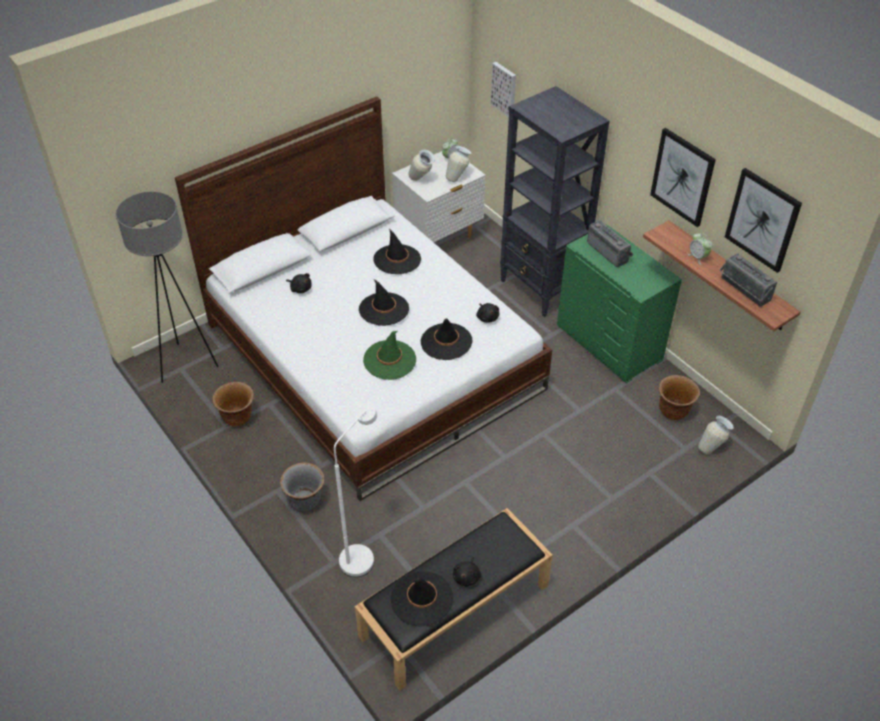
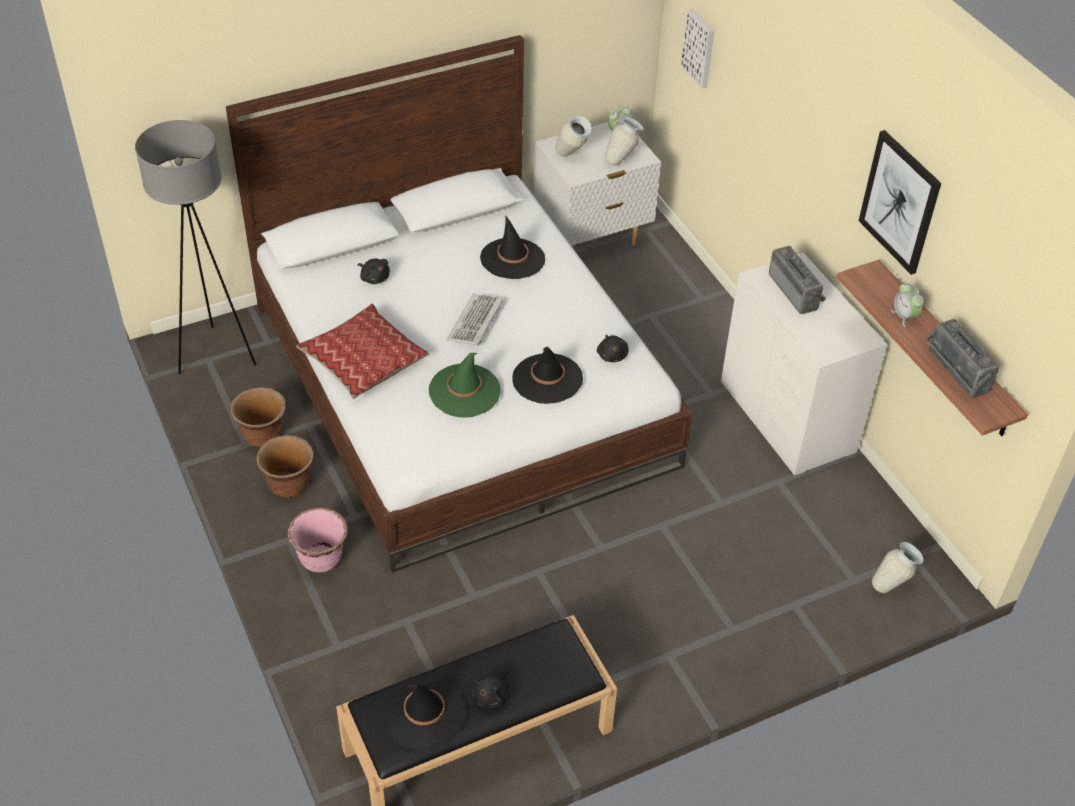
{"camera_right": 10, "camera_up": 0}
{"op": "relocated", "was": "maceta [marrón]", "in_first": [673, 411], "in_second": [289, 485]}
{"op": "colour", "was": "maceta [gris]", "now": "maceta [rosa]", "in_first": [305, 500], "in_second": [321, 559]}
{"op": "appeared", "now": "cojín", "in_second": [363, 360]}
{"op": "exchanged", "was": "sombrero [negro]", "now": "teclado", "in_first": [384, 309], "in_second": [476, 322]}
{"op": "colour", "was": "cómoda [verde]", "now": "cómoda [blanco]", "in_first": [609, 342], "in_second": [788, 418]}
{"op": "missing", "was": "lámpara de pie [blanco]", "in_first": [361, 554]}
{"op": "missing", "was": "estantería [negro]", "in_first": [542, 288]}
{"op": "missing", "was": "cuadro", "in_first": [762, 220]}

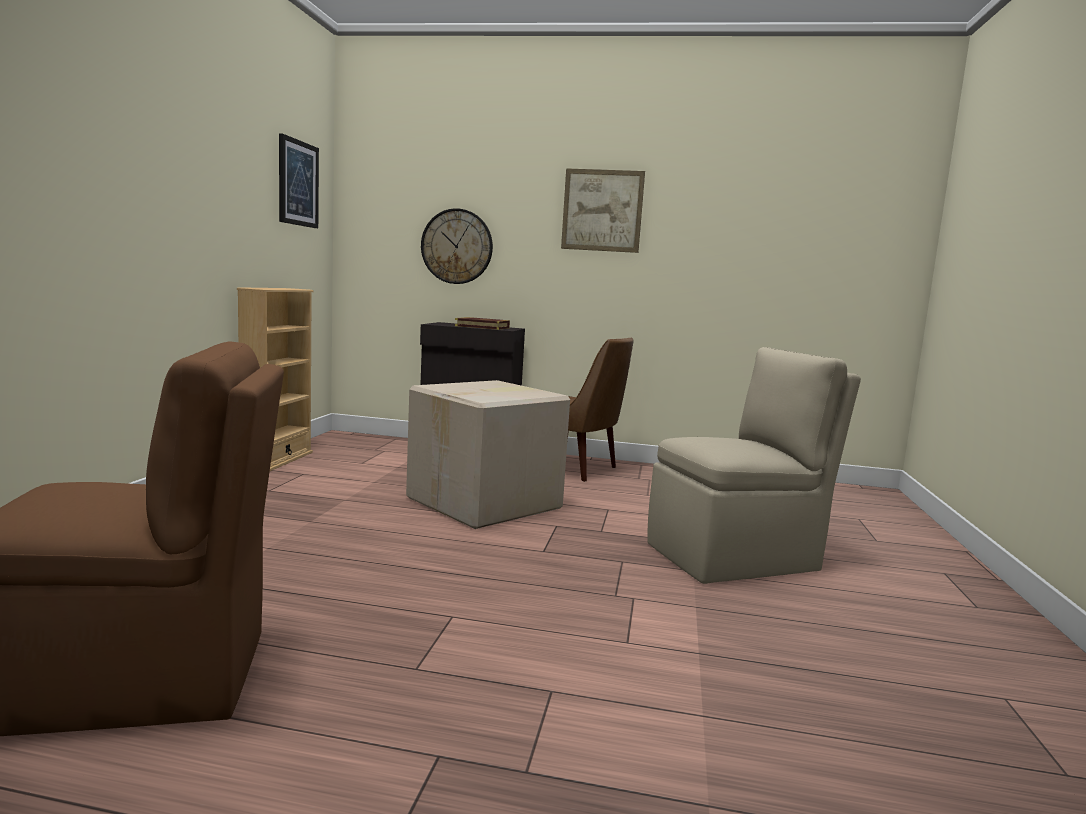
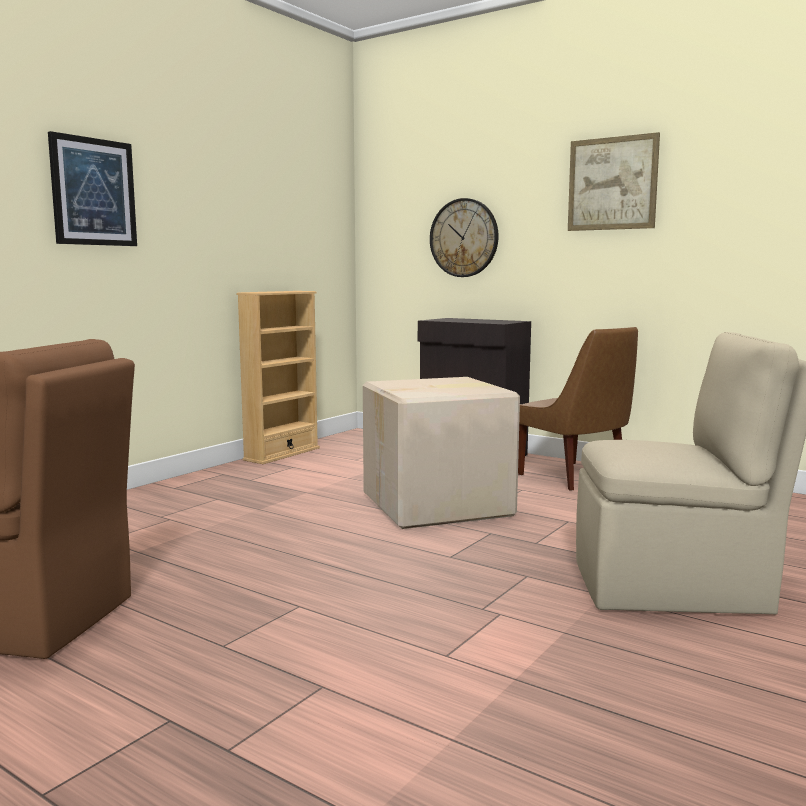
{"camera_right": 25, "camera_up": 0}
{"op": "relocated", "was": "cuadro", "in_first": [297, 183], "in_second": [93, 192]}
{"op": "missing", "was": "libro", "in_first": [482, 327]}

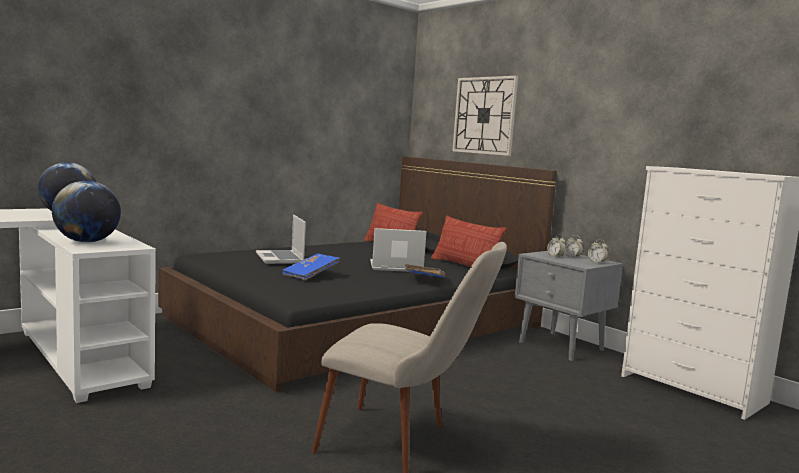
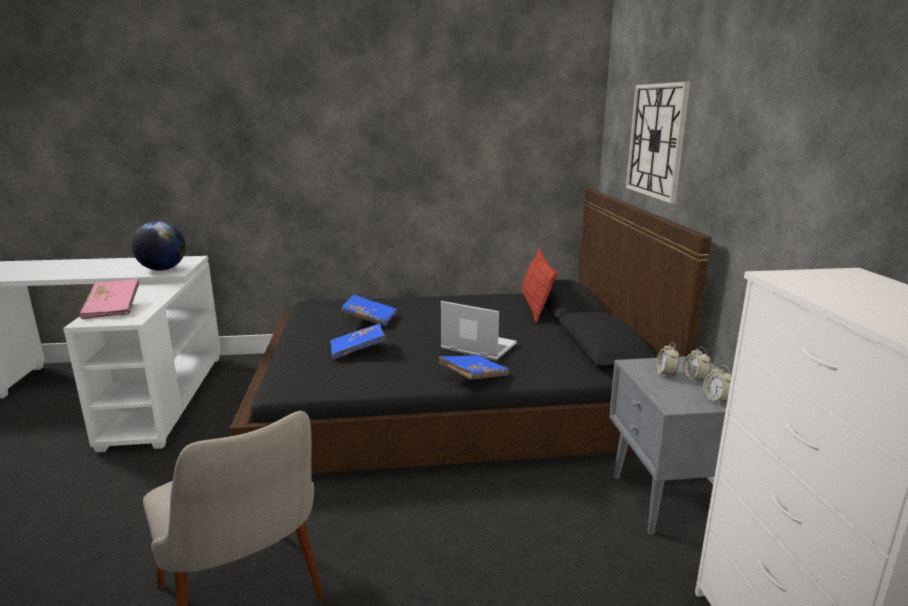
{"camera_right": 35, "camera_up": 10}
{"op": "exchanged", "was": "globo terráqueo", "now": "libro [rosa]", "in_first": [87, 242], "in_second": [113, 309]}
{"op": "exchanged", "was": "portátil", "now": "libro [azul]", "in_first": [280, 258], "in_second": [369, 318]}
{"op": "missing", "was": "cojín", "in_first": [464, 266]}

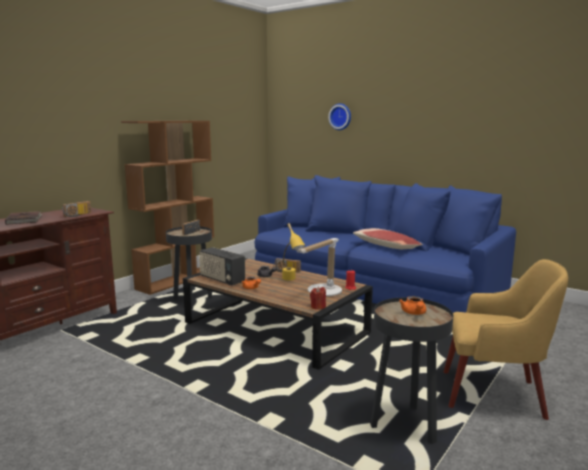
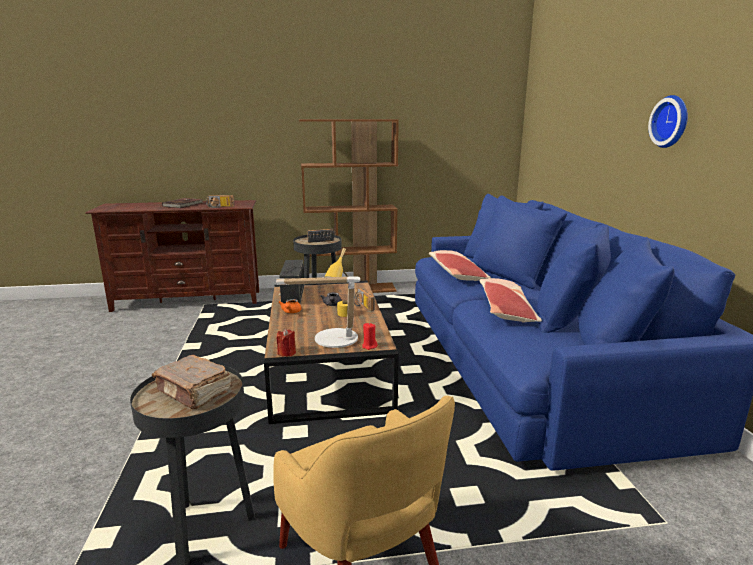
{"camera_right": 45, "camera_up": 5}
{"op": "exchanged", "was": "tetera [naranja]", "now": "libro [marrón]", "in_first": [414, 313], "in_second": [194, 392]}
{"op": "appeared", "now": "cojín", "in_second": [456, 274]}
{"op": "relocated", "was": "reloj de pared", "in_first": [340, 116], "in_second": [672, 121]}

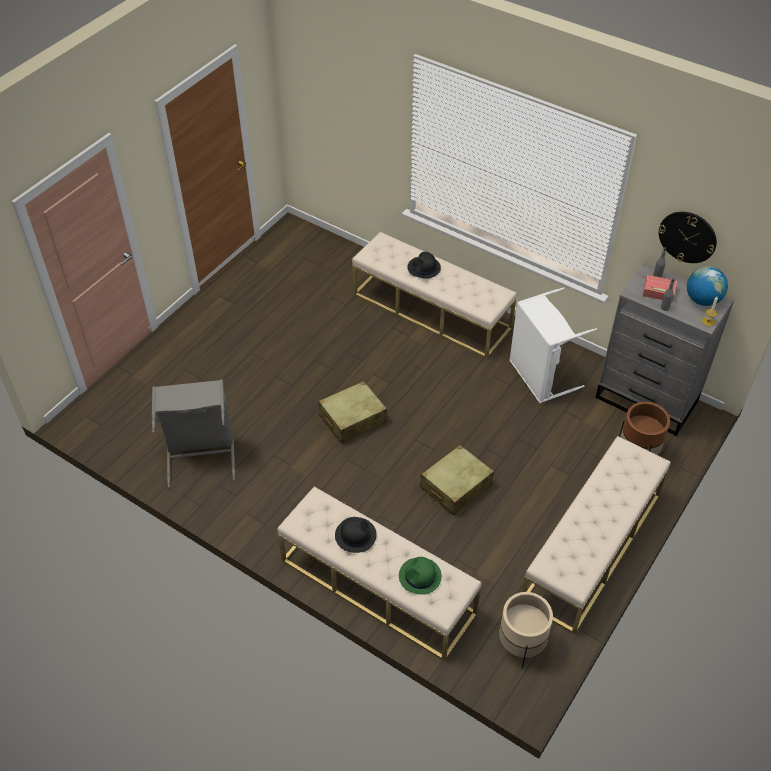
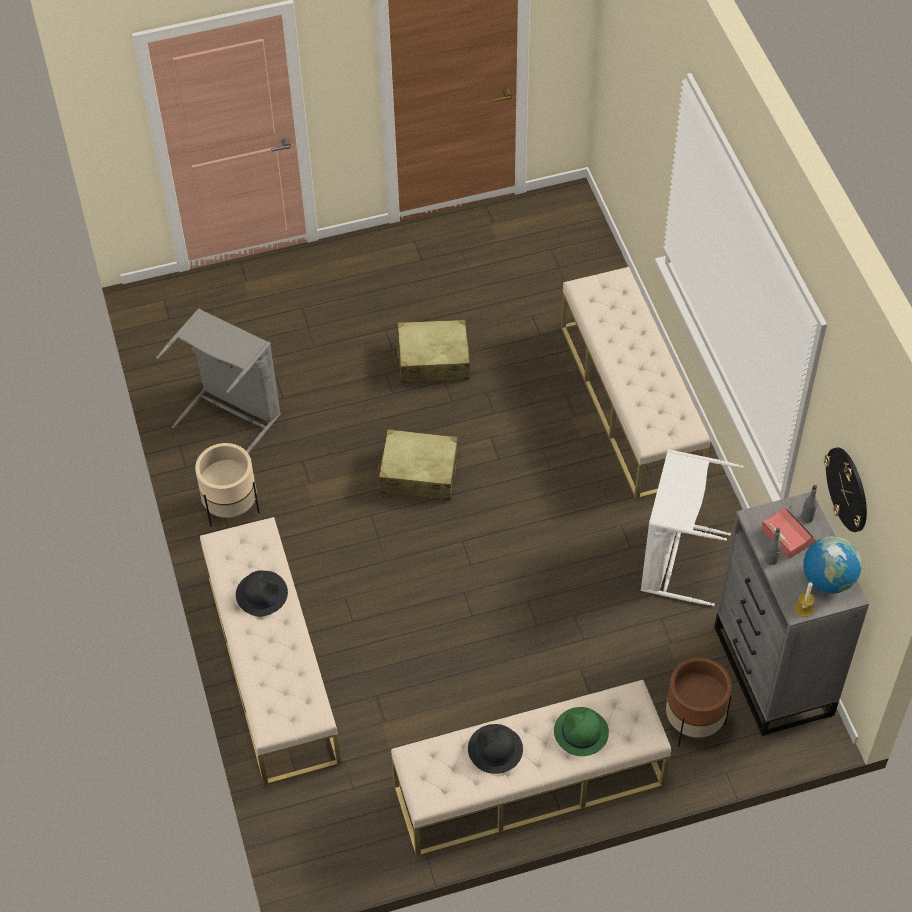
{"camera_right": 40, "camera_up": 5}
{"op": "relocated", "was": "maceta [beis]", "in_first": [521, 644], "in_second": [231, 508]}
{"op": "relocated", "was": "maleta [beis]", "in_first": [455, 486], "in_second": [432, 360]}
{"op": "relocated", "was": "sombrero [negro]", "in_first": [424, 268], "in_second": [495, 750]}
{"op": "relocated", "was": "sombrero [verde]", "in_first": [420, 576], "in_second": [581, 732]}

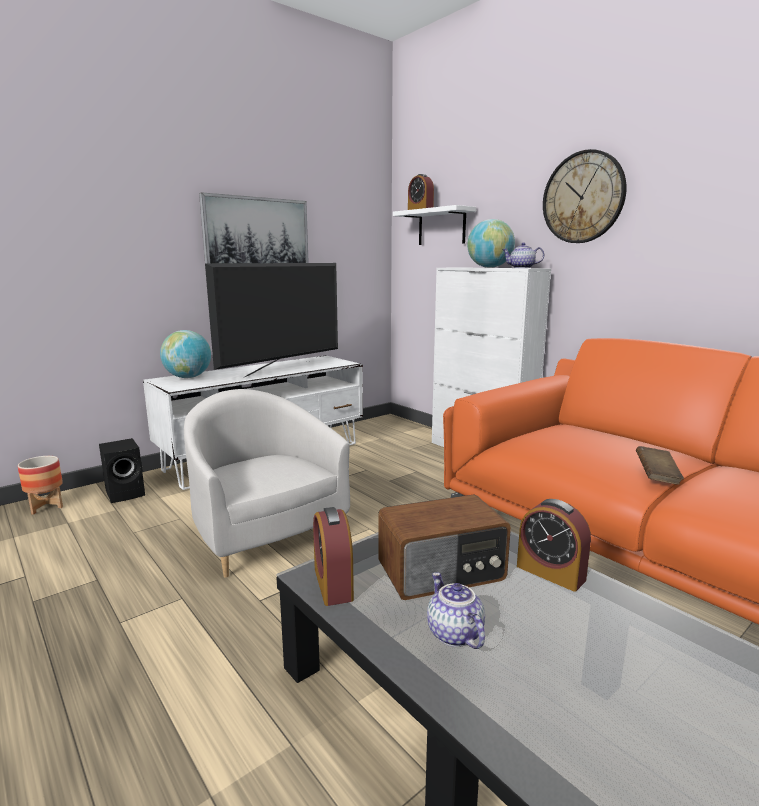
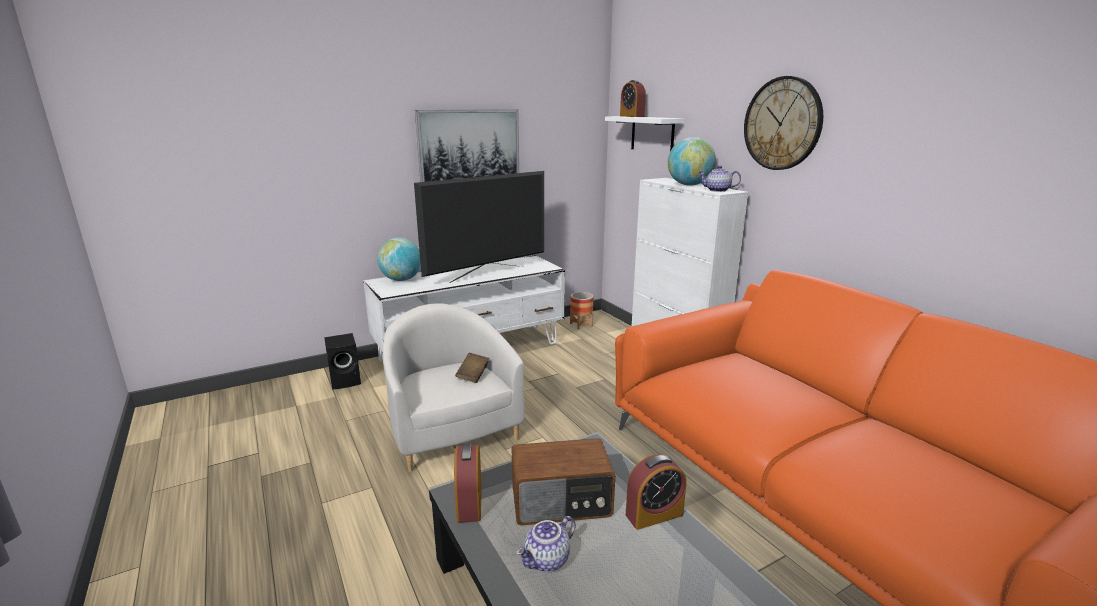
{"camera_right": 10, "camera_up": 5}
{"op": "relocated", "was": "libro [marrón]", "in_first": [657, 476], "in_second": [473, 375]}
{"op": "spun", "was": "tetera", "in_first": [453, 634], "in_second": [547, 561], "clockwise": -120}
{"op": "relocated", "was": "maceta", "in_first": [46, 506], "in_second": [581, 325]}
{"op": "spun", "was": "despertador", "in_first": [550, 573], "in_second": [654, 515], "clockwise": -75}

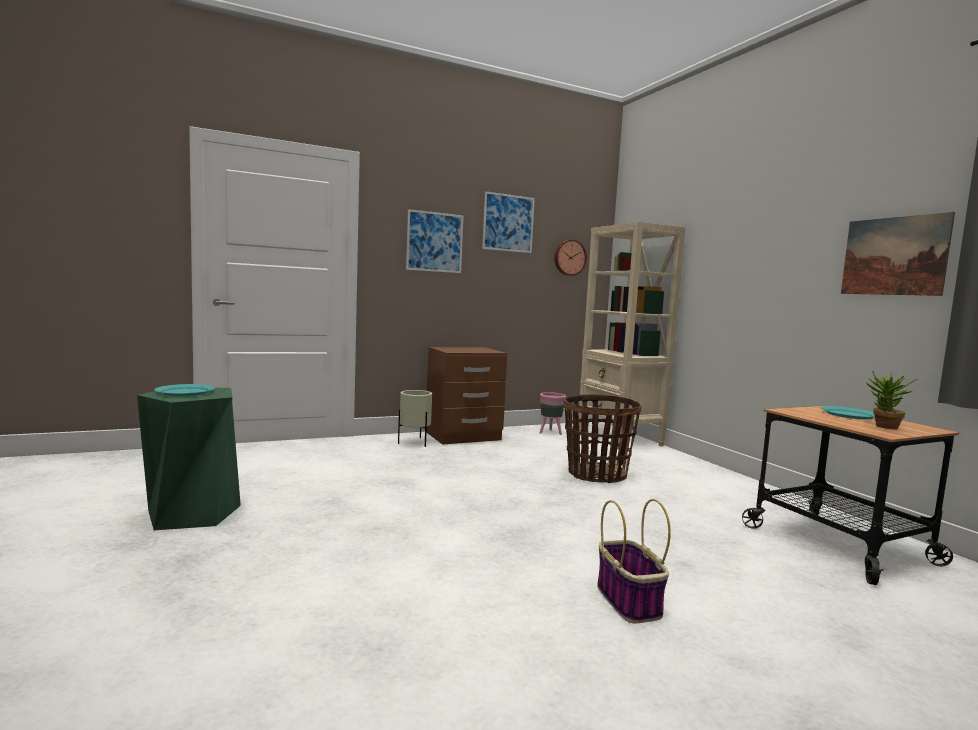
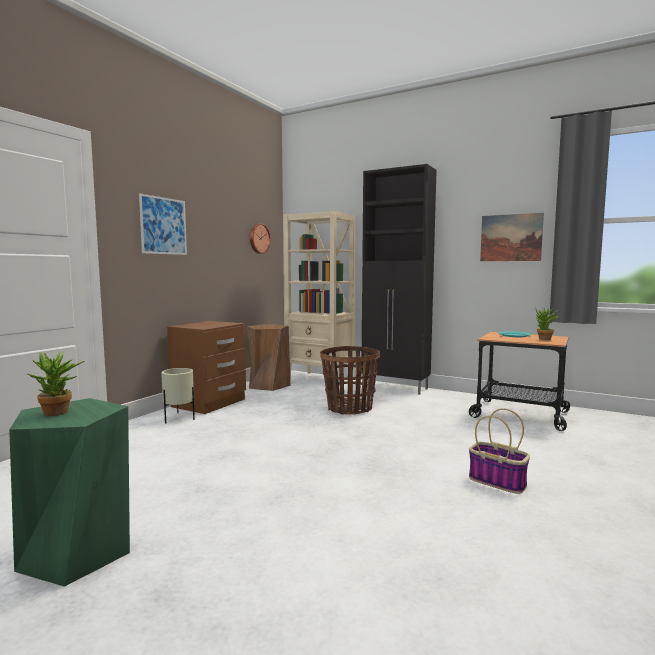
{"camera_right": -35, "camera_up": 0}
{"op": "exchanged", "was": "plato [turquesa]", "now": "planta en maceta", "in_first": [184, 392], "in_second": [59, 413]}
{"op": "exchanged", "was": "maceta [rosa]", "now": "taburete [marrón]", "in_first": [550, 432], "in_second": [268, 385]}
{"op": "appeared", "now": "armario [negro]", "in_second": [396, 388]}
{"op": "missing", "was": "cuadro", "in_first": [508, 223]}

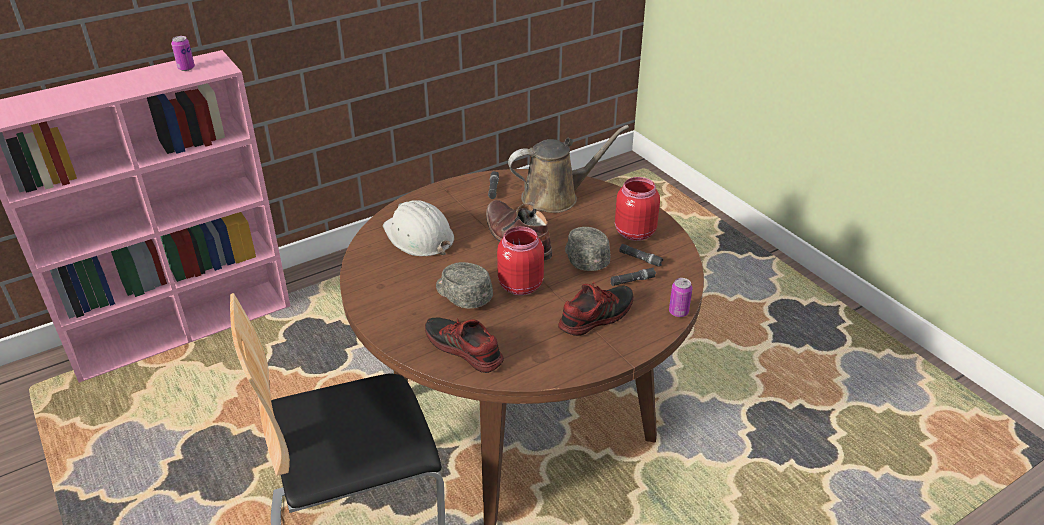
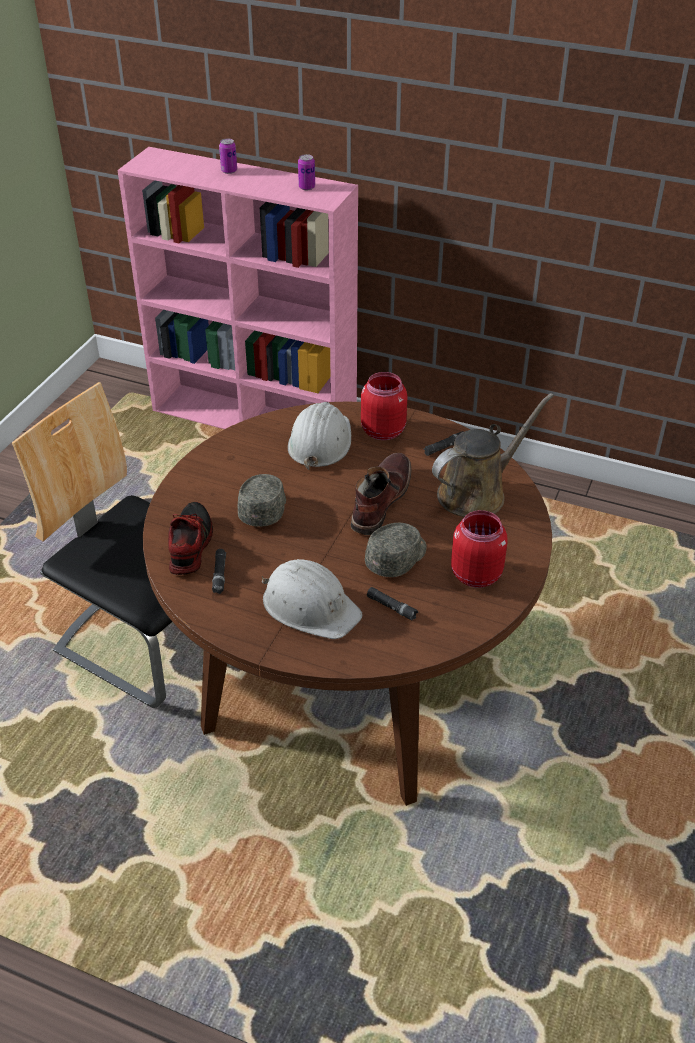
{"camera_right": 55, "camera_up": 5}
{"op": "relocated", "was": "linterna [negro]", "in_first": [640, 259], "in_second": [219, 574]}
{"op": "relocated", "was": "lata", "in_first": [678, 312], "in_second": [229, 171]}
{"op": "exchanged", "was": "zapato", "now": "casco [blanco]", "in_first": [596, 316], "in_second": [310, 606]}
{"op": "relocated", "was": "tarro [rojo]", "in_first": [519, 285], "in_second": [382, 430]}
{"op": "spun", "was": "regadera [marrón]", "in_first": [555, 197], "in_second": [477, 493], "clockwise": -75}

